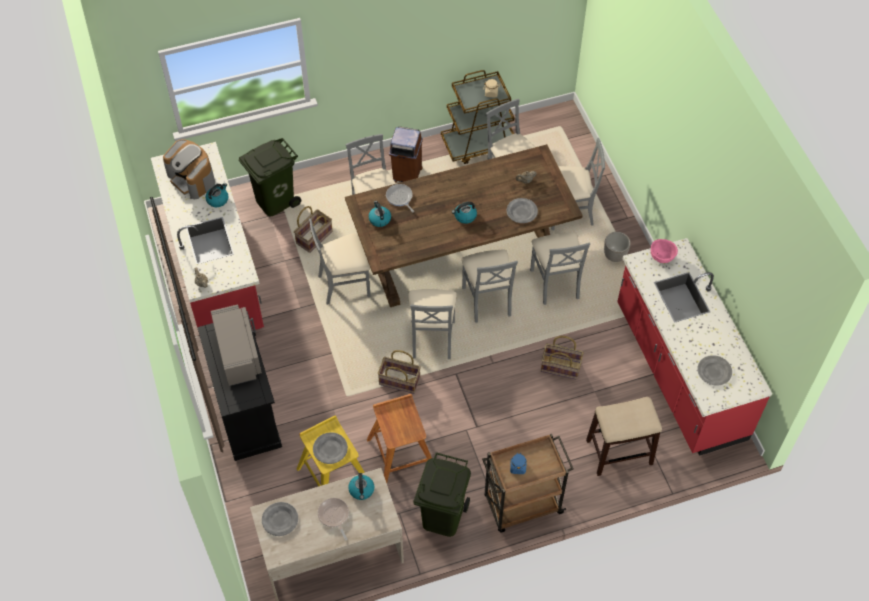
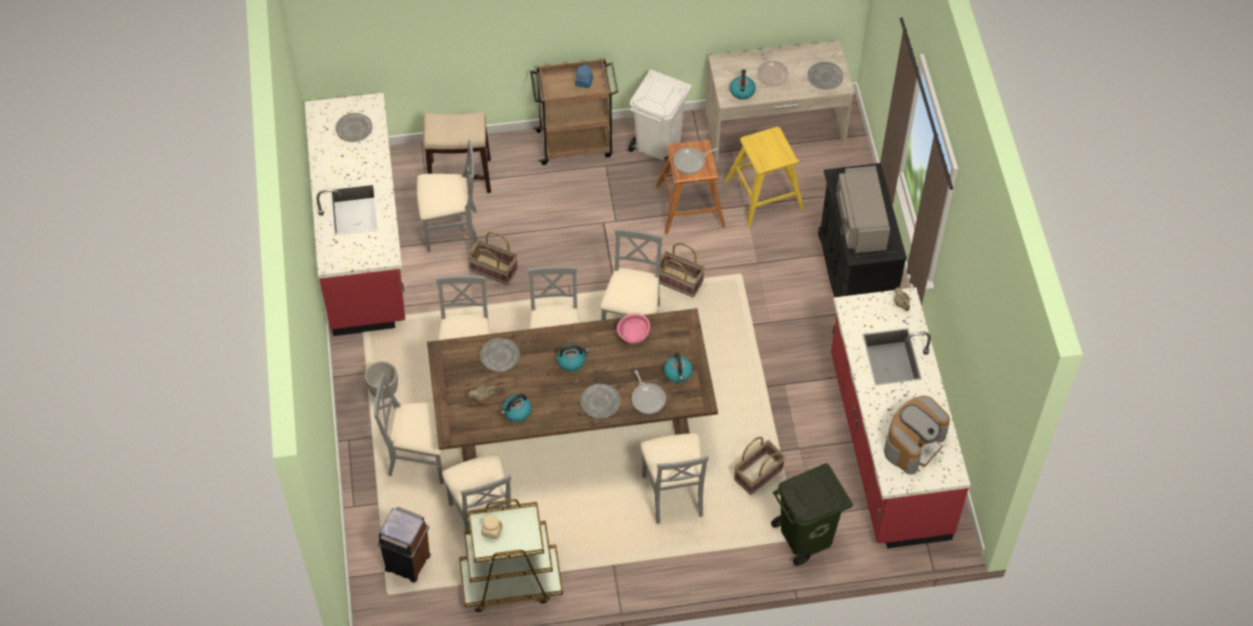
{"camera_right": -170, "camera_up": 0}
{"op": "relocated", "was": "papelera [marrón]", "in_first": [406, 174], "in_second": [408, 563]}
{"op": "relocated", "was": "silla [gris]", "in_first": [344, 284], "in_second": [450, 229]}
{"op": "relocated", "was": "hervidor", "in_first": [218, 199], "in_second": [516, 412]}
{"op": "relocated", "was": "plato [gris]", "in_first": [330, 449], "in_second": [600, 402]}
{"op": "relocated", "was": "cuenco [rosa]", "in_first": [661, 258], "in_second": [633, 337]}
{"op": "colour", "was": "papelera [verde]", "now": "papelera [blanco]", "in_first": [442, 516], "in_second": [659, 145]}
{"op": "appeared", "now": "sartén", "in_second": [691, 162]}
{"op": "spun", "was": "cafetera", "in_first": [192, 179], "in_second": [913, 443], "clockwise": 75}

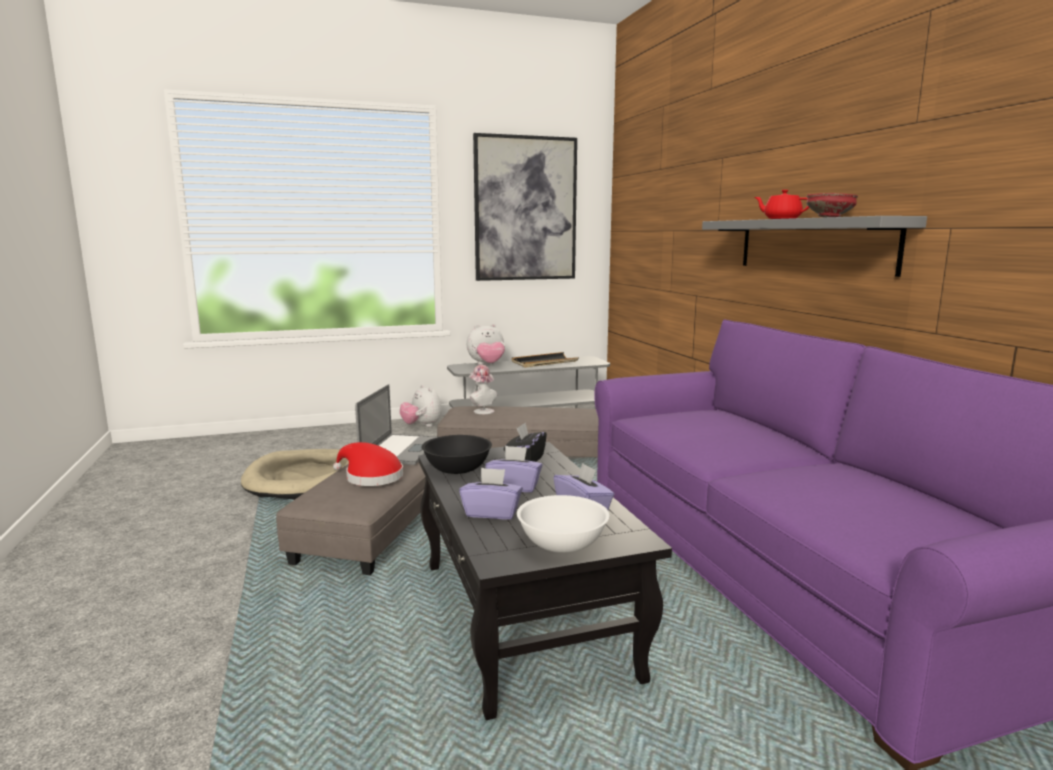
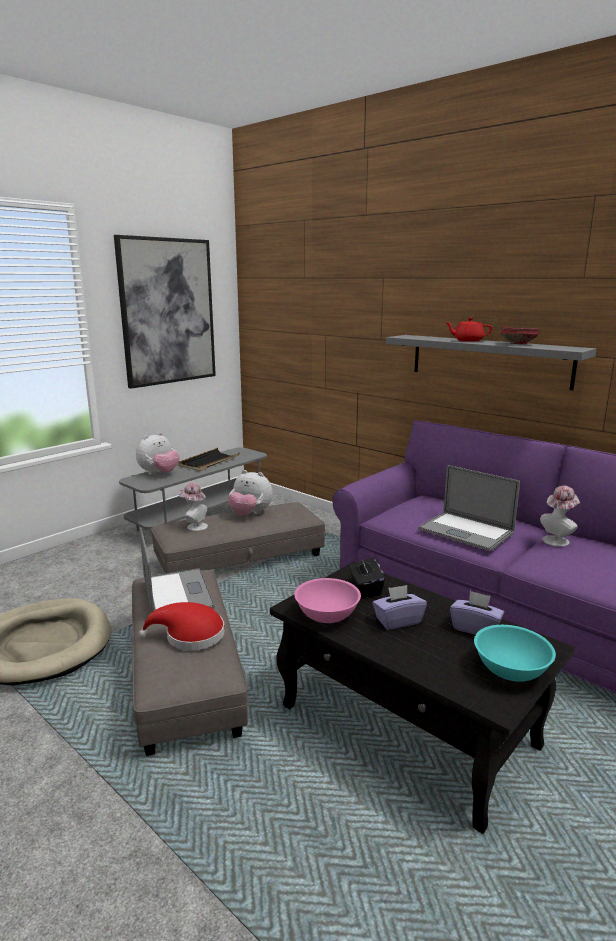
{"camera_right": -30, "camera_up": 5}
{"op": "relocated", "was": "peluche", "in_first": [422, 426], "in_second": [250, 514]}
{"op": "colour", "was": "cuenco [negro]", "now": "cuenco [rosa]", "in_first": [457, 469], "in_second": [326, 615]}
{"op": "appeared", "now": "portátil", "in_second": [465, 531]}
{"op": "colour", "was": "cuenco [blanco]", "now": "cuenco [turquesa]", "in_first": [563, 544], "in_second": [511, 670]}
{"op": "appeared", "now": "sombrero", "in_second": [557, 540]}
{"op": "missing", "was": "caja de pañuelos [morado]", "in_first": [492, 513]}

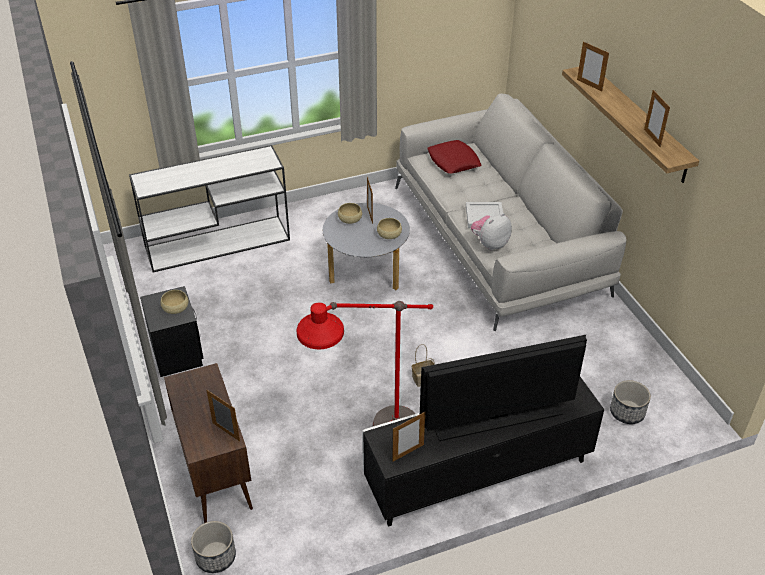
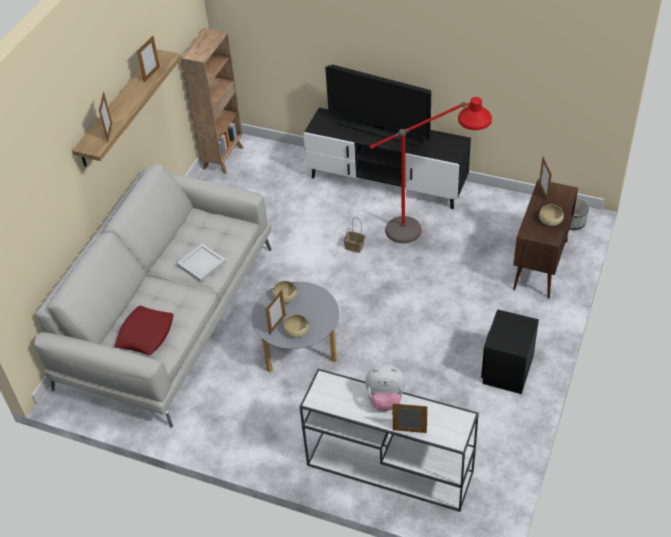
{"camera_right": -135, "camera_up": 5}
{"op": "appeared", "now": "estantería [marrón]", "in_second": [223, 157]}
{"op": "relocated", "was": "peluche", "in_first": [490, 244], "in_second": [385, 399]}
{"op": "relocated", "was": "portarretratos", "in_first": [408, 453], "in_second": [409, 431]}
{"op": "relocated", "was": "cuenco [beis]", "in_first": [175, 308], "in_second": [550, 220]}
{"op": "missing", "was": "maceta", "in_first": [627, 412]}

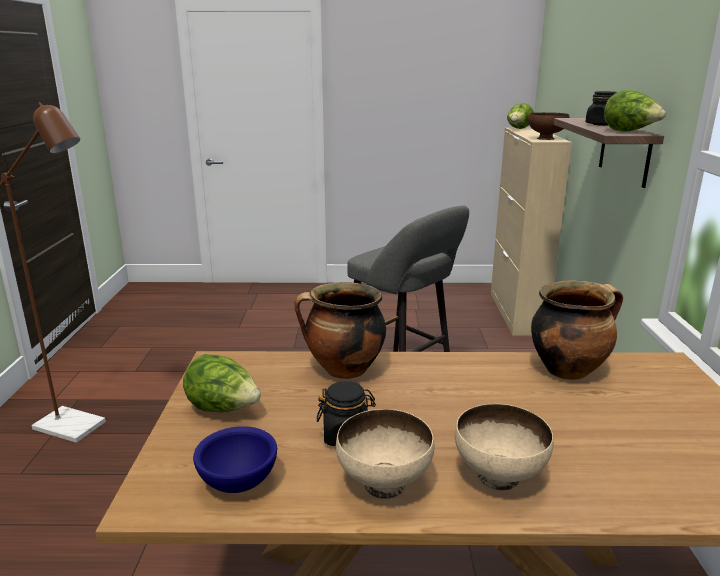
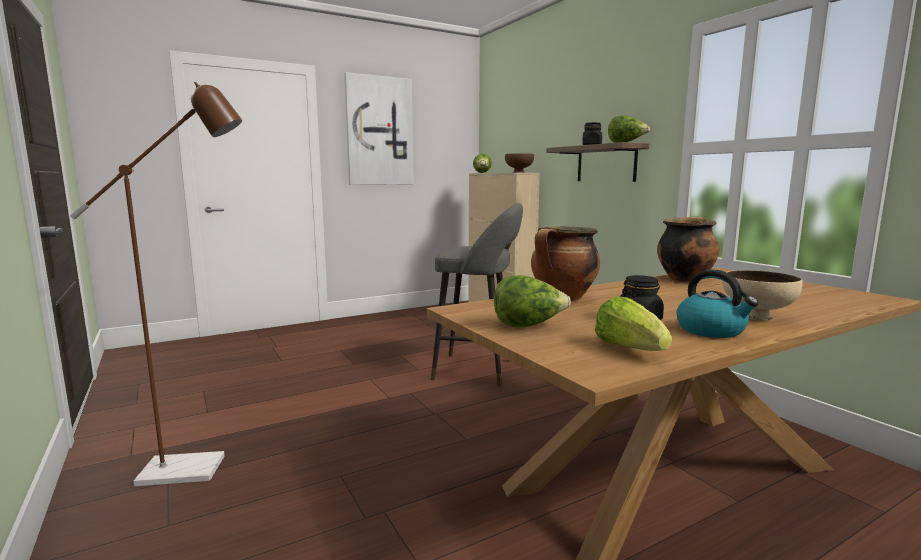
{"camera_right": -30, "camera_up": -10}
{"op": "appeared", "now": "cuadro", "in_second": [379, 131]}
{"op": "exchanged", "was": "cuenco [azul]", "now": "lechuga", "in_first": [239, 481], "in_second": [629, 349]}
{"op": "exchanged", "was": "cuenco [beis]", "now": "hervidor", "in_first": [384, 483], "in_second": [711, 330]}

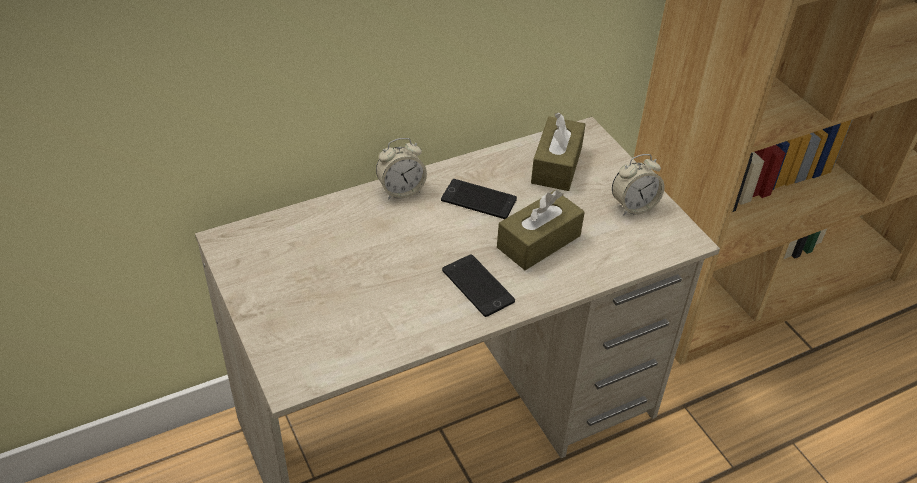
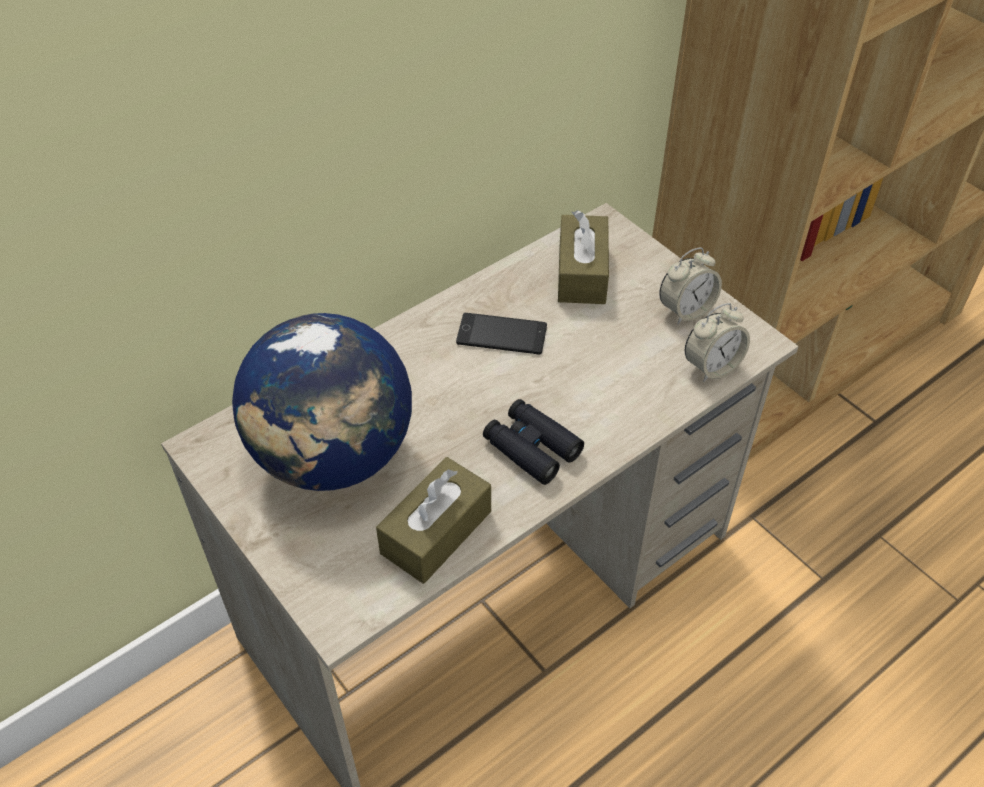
{"camera_right": -10, "camera_up": 5}
{"op": "appeared", "now": "globo terráqueo", "in_second": [333, 456]}
{"op": "relocated", "was": "caja de pañuelos [marrón]", "in_first": [538, 241], "in_second": [436, 532]}
{"op": "exchanged", "was": "móvil", "now": "prismáticos [negro]", "in_first": [477, 286], "in_second": [531, 447]}
{"op": "relocated", "was": "despertador", "in_first": [401, 190], "in_second": [712, 366]}

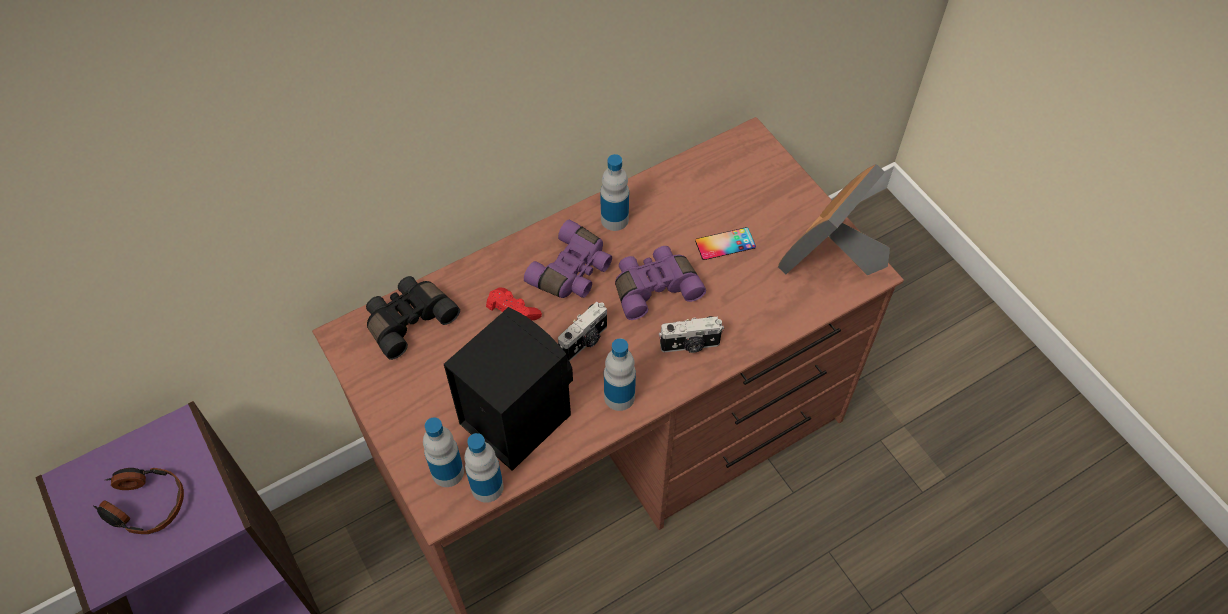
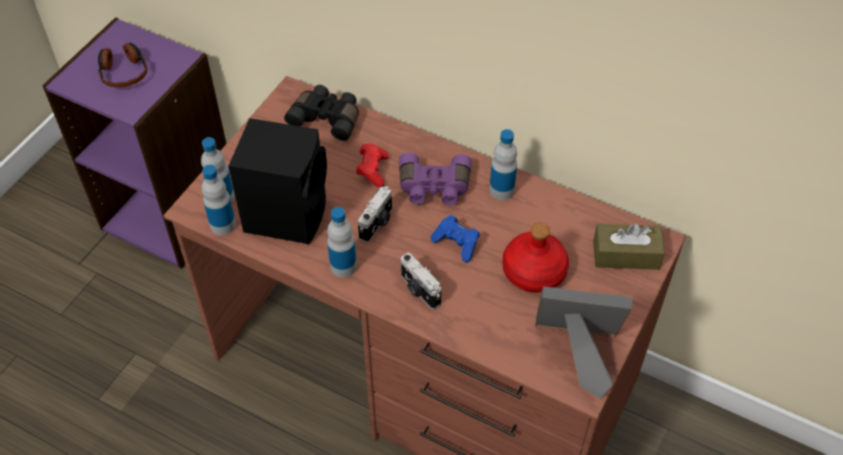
{"camera_right": 60, "camera_up": -5}
{"op": "spun", "was": "cámara", "in_first": [585, 341], "in_second": [377, 224], "clockwise": -75}
{"op": "exchanged", "was": "prismáticos [morado]", "now": "mando de consola [azul]", "in_first": [654, 287], "in_second": [457, 243]}
{"op": "exchanged", "was": "móvil", "now": "botella [rojo]", "in_first": [725, 244], "in_second": [533, 271]}
{"op": "appeared", "now": "caja de pañuelos [marrón]", "in_second": [626, 255]}

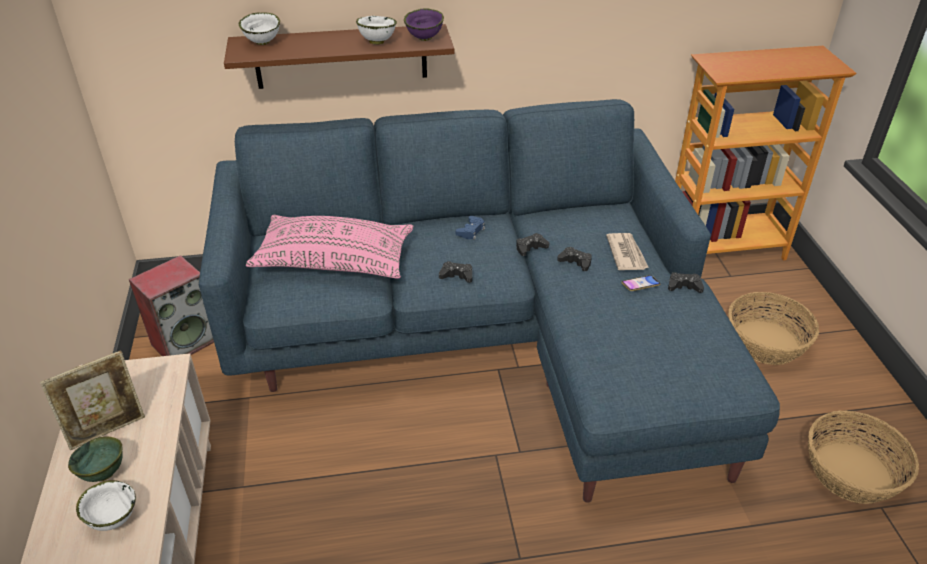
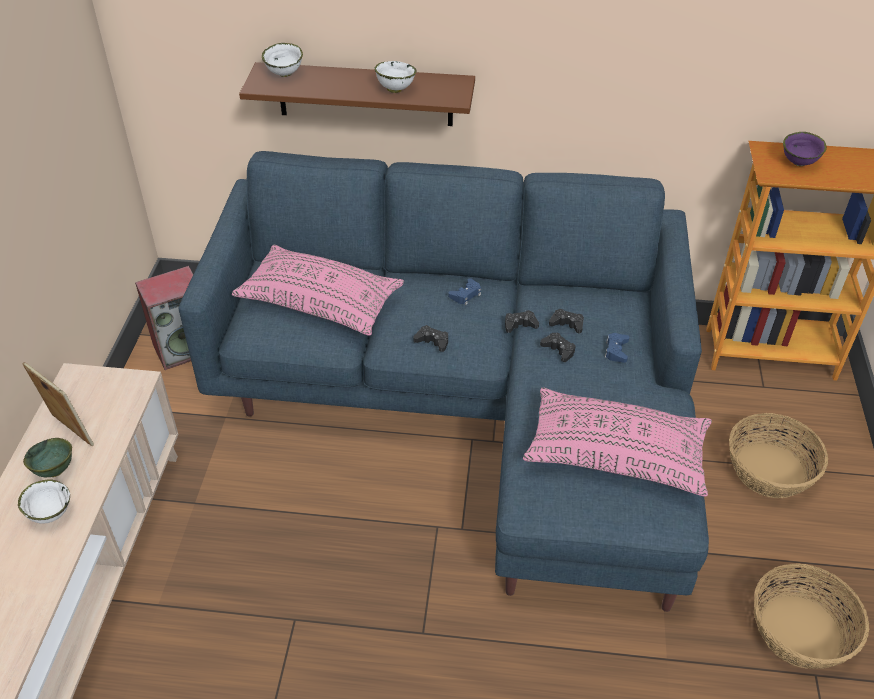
{"camera_right": 15, "camera_up": 5}
{"op": "spun", "was": "portarretratos", "in_first": [108, 430], "in_second": [69, 431], "clockwise": -120}
{"op": "appeared", "now": "cojín [rosa]", "in_second": [616, 454]}
{"op": "relocated", "was": "mando de consola [negro]", "in_first": [684, 286], "in_second": [567, 324]}
{"op": "exchanged", "was": "periódico", "now": "mando de consola [azul]", "in_first": [626, 254], "in_second": [616, 350]}
{"op": "relocated", "was": "cuenco [morado]", "in_first": [425, 38], "in_second": [799, 163]}
{"op": "missing", "was": "móvil", "in_first": [640, 285]}

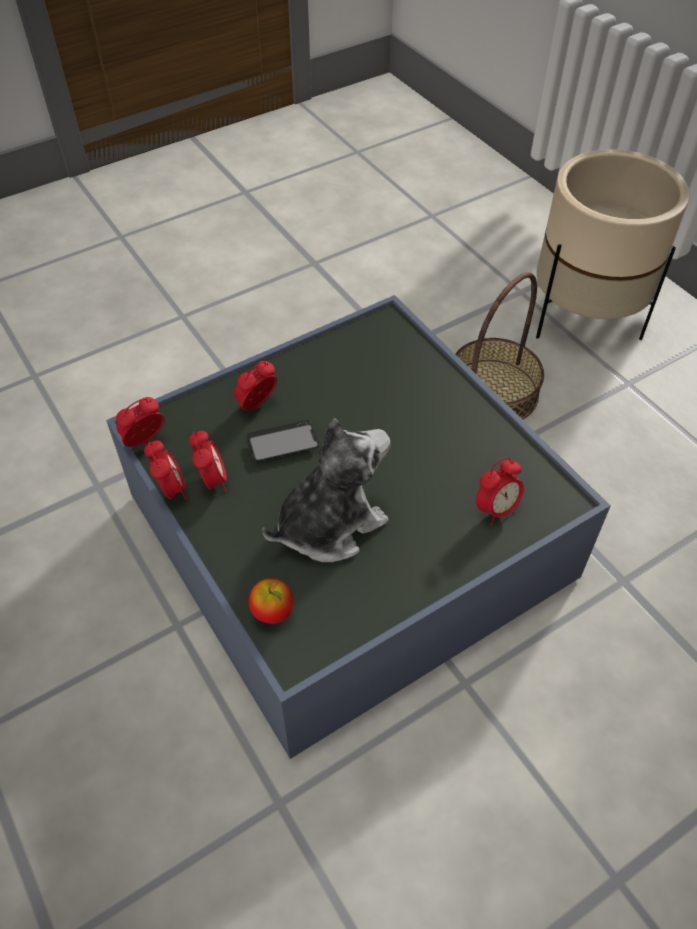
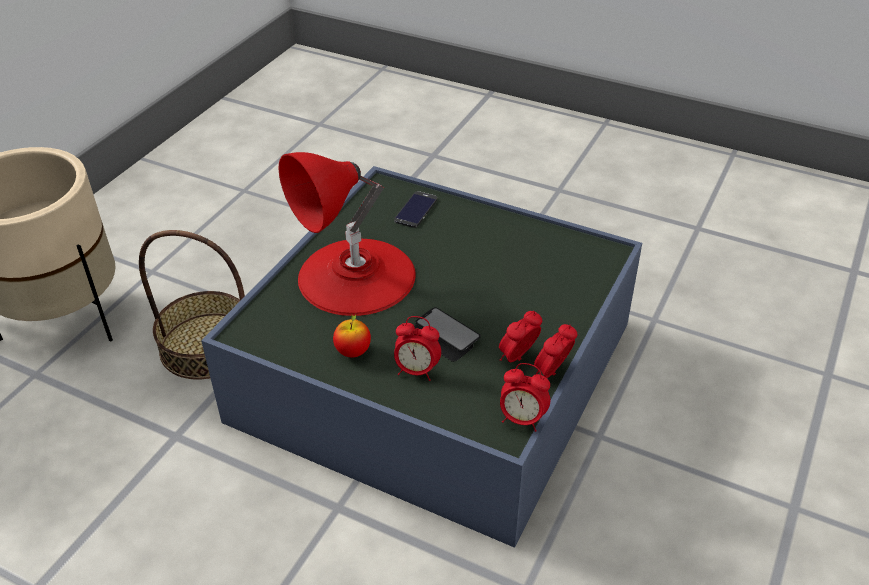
{"camera_right": -120, "camera_up": -10}
{"op": "appeared", "now": "lámpara de mesa [rojo]", "in_second": [356, 276]}
{"op": "relocated", "was": "manzana", "in_first": [273, 612], "in_second": [353, 352]}
{"op": "exchanged", "was": "despertador", "now": "móvil", "in_first": [496, 509], "in_second": [416, 210]}
{"op": "missing", "was": "peluche", "in_first": [329, 524]}

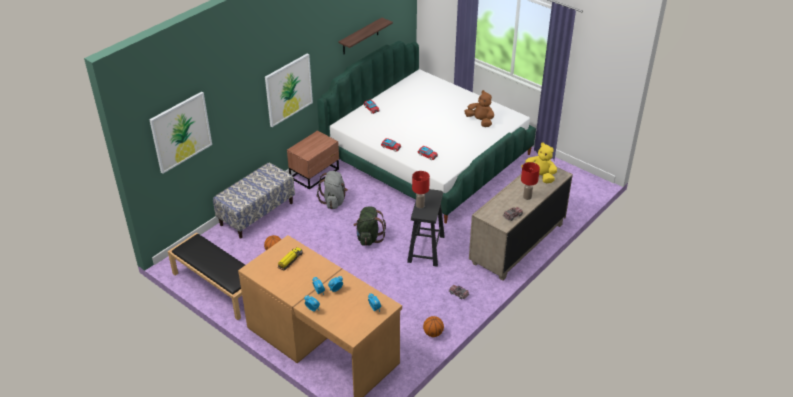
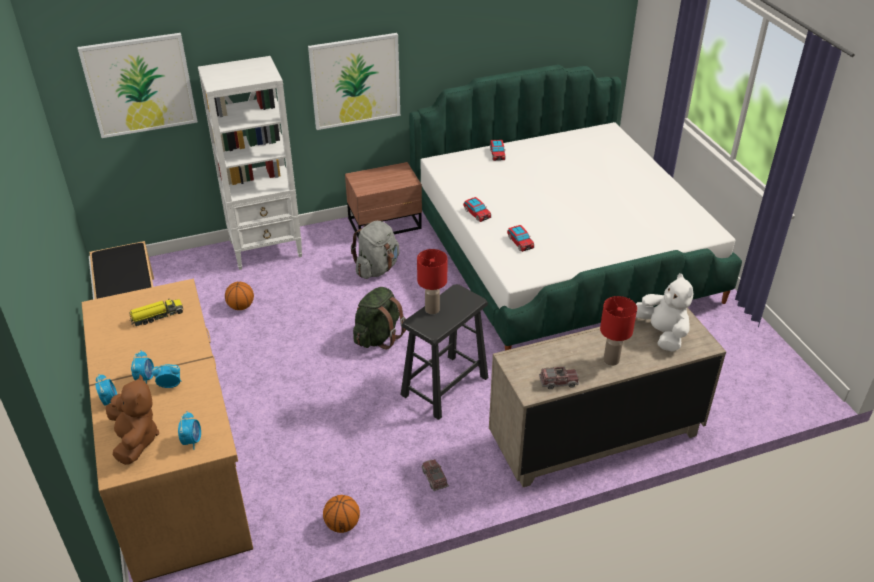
{"camera_right": 30, "camera_up": 0}
{"op": "relocated", "was": "peluche [marrón]", "in_first": [480, 121], "in_second": [135, 440]}
{"op": "exchanged", "was": "banco", "now": "estantería [blanco]", "in_first": [256, 213], "in_second": [266, 249]}
{"op": "colour", "was": "peluche [amarillo]", "now": "peluche [blanco]", "in_first": [539, 176], "in_second": [662, 334]}
{"op": "missing", "was": "estante", "in_first": [360, 36]}

